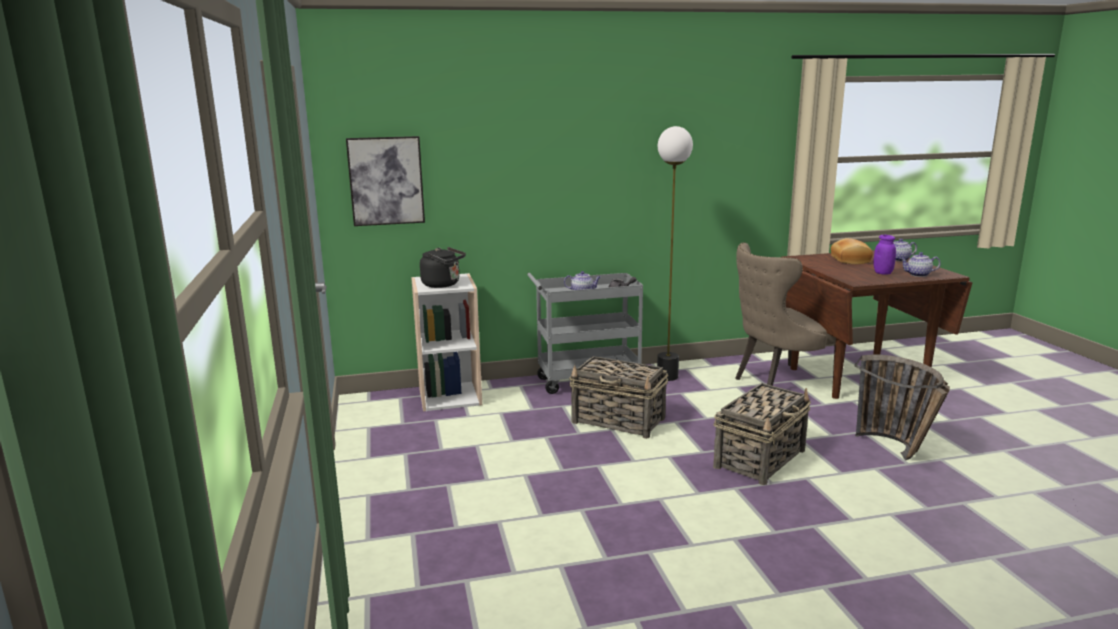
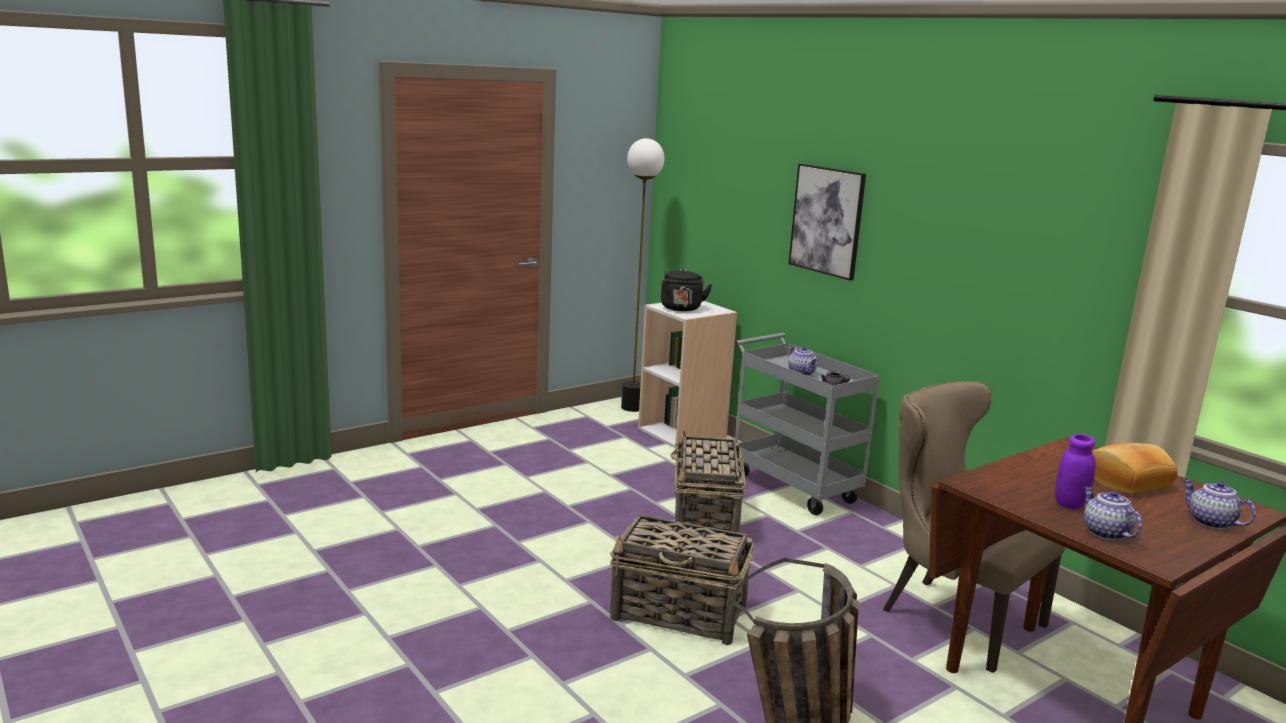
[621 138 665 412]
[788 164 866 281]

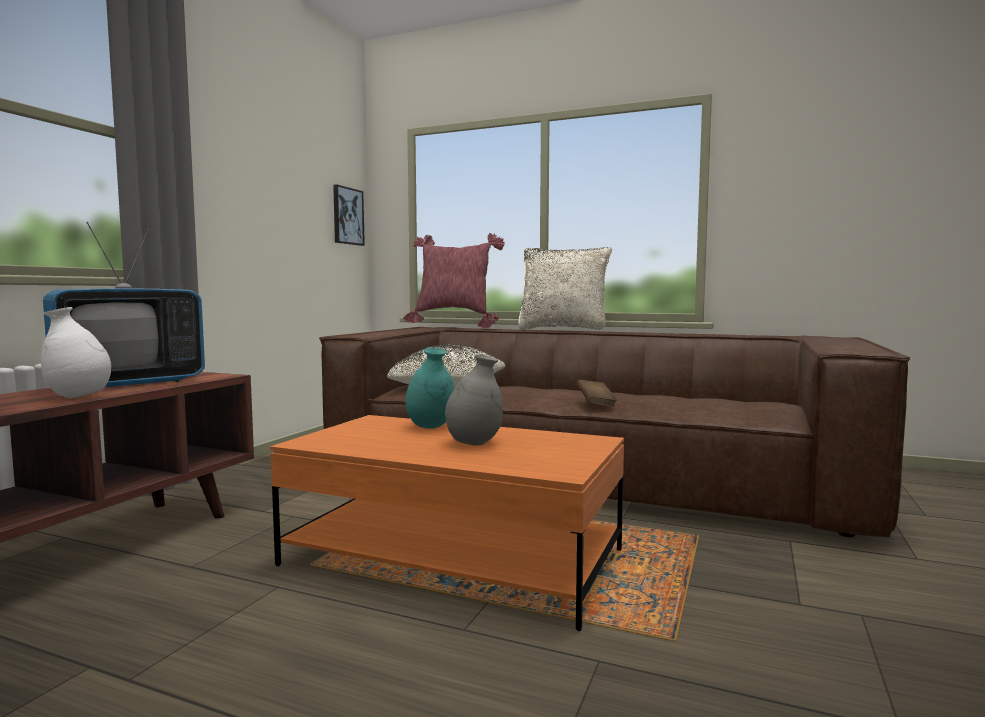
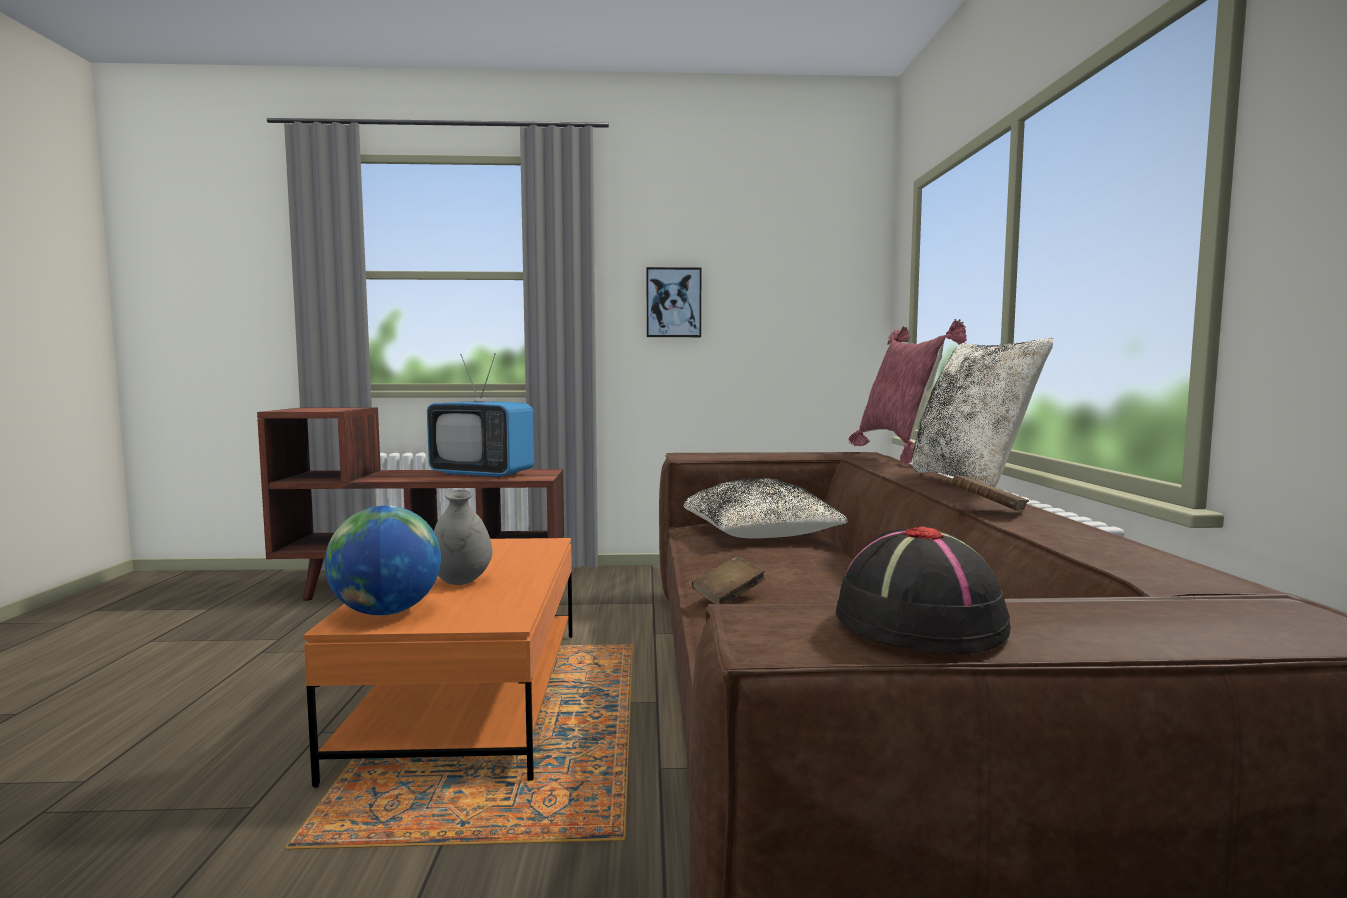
[325 506 441 616]
[646 267 701 337]
[836 527 1011 654]
[951 475 1029 512]
[41 307 111 399] (first image)
[406 348 455 429] (first image)

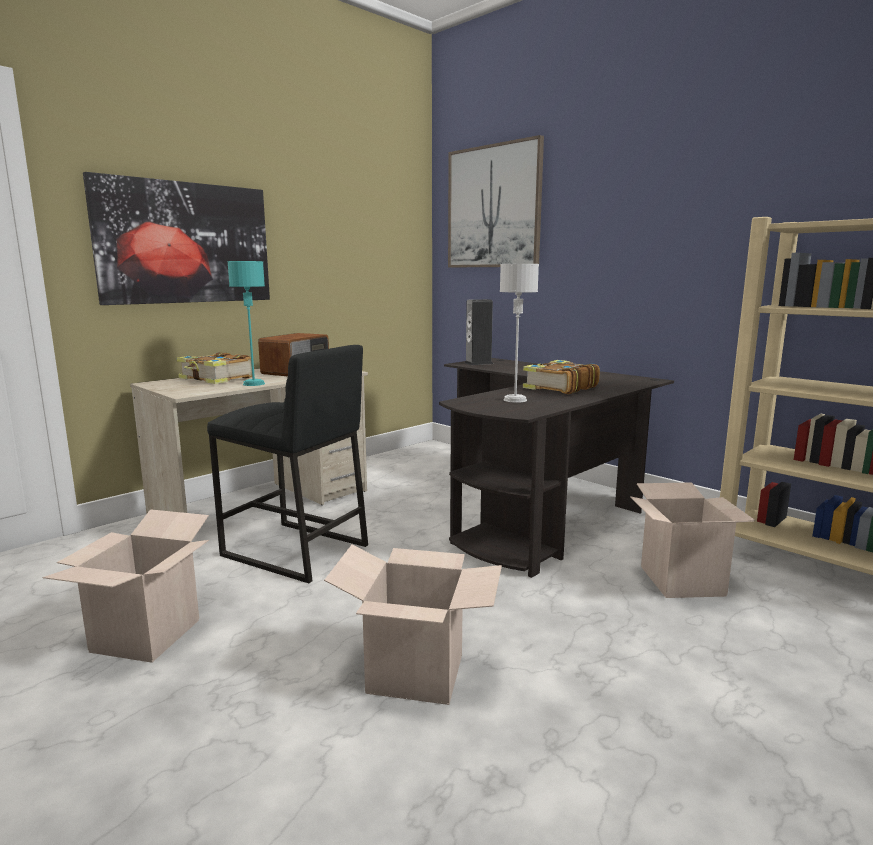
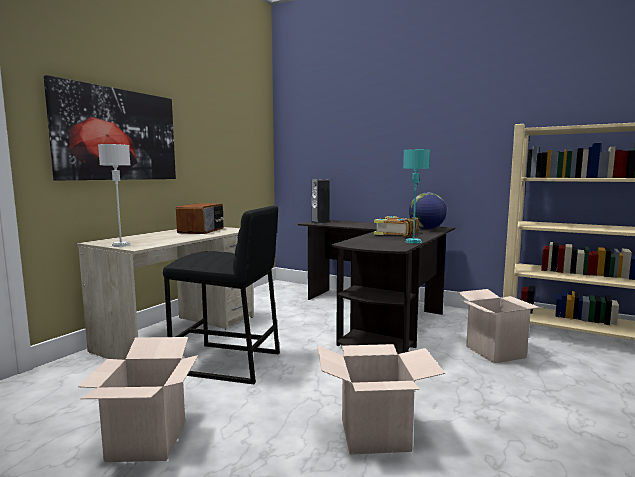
[98 144 131 247]
[403 149 430 243]
[409 193 447 229]
[177 352 254 384] (first image)
[448 135 544 267] (first image)

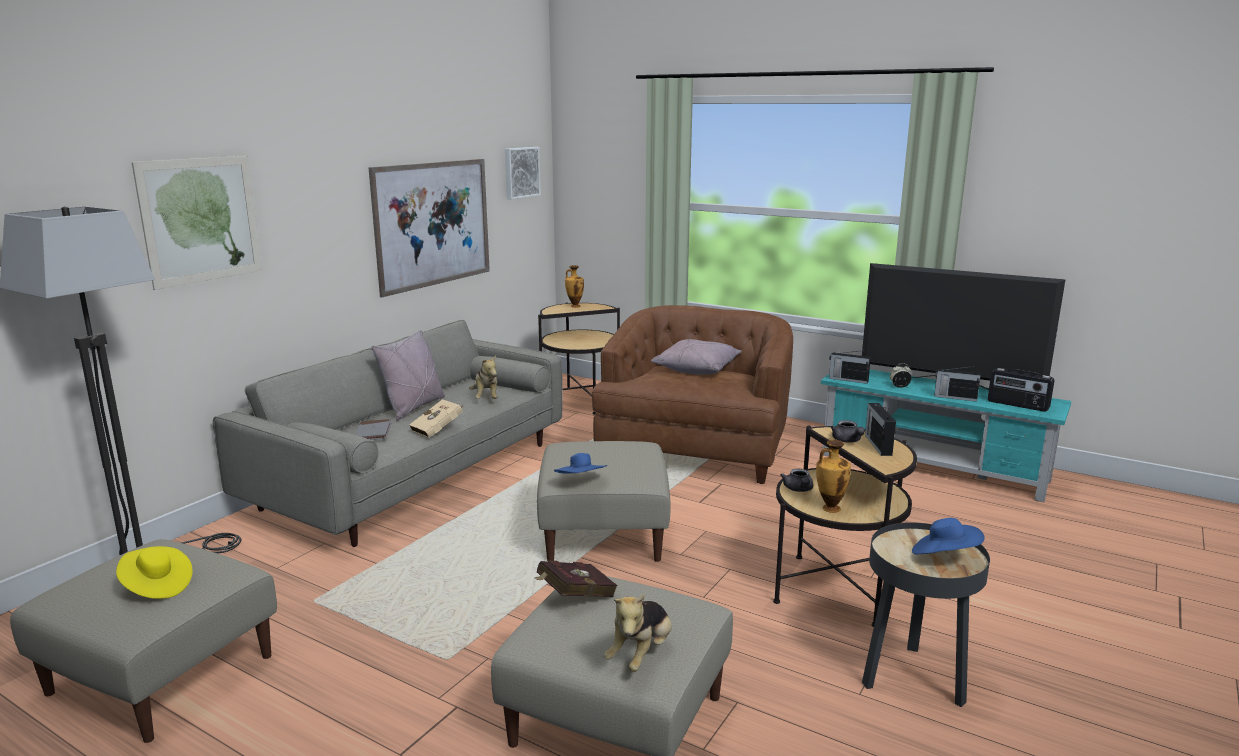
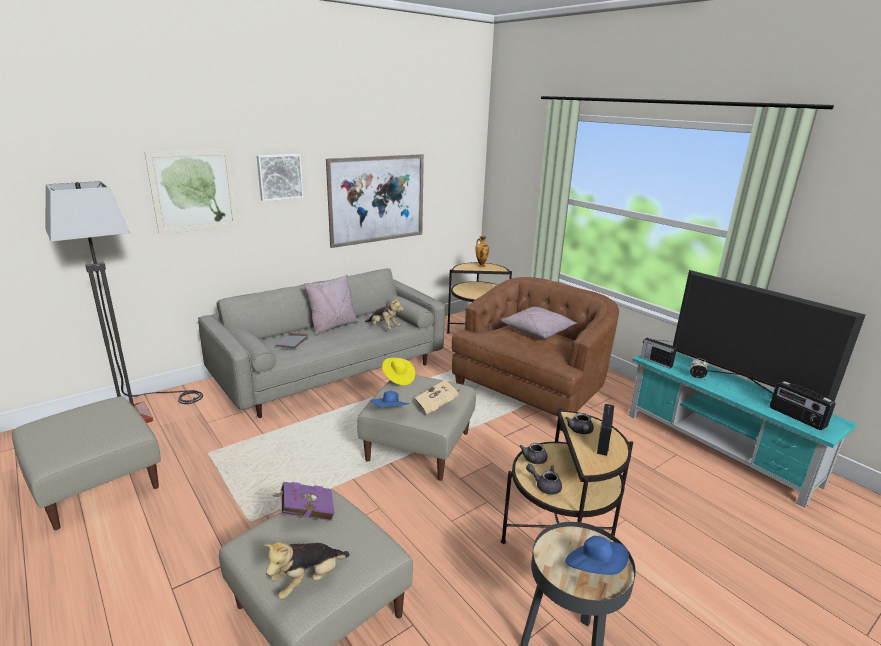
[257 154 304 201]
[273 482 335 521]
[365 297 404 329]
[382 358 415 386]
[415 380 460 414]
[526 464 562 495]
[934 366 981 402] (first image)

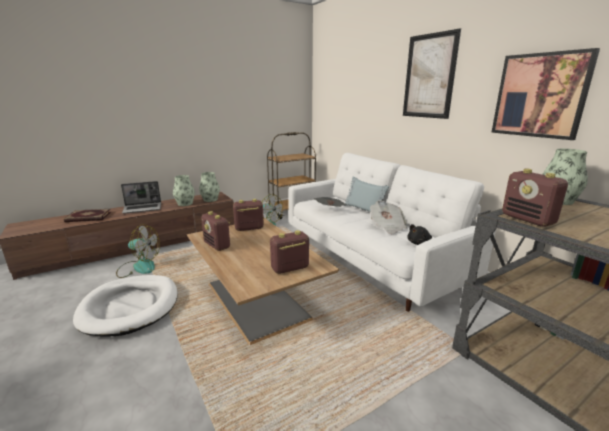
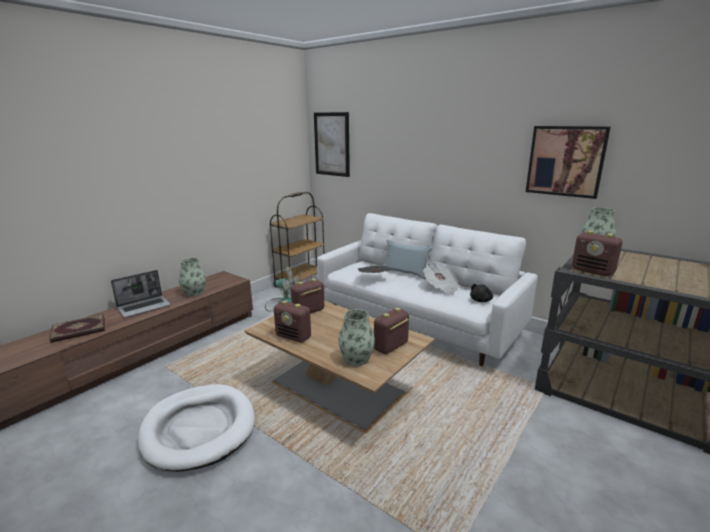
[314 112 350 177]
[338 309 375 366]
[116 224 160 278] (first image)

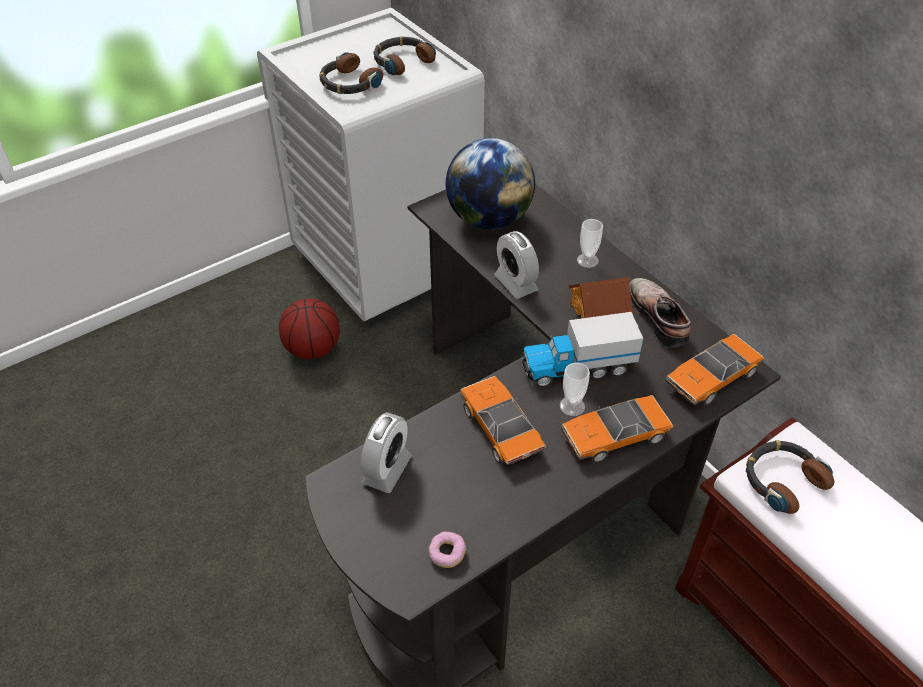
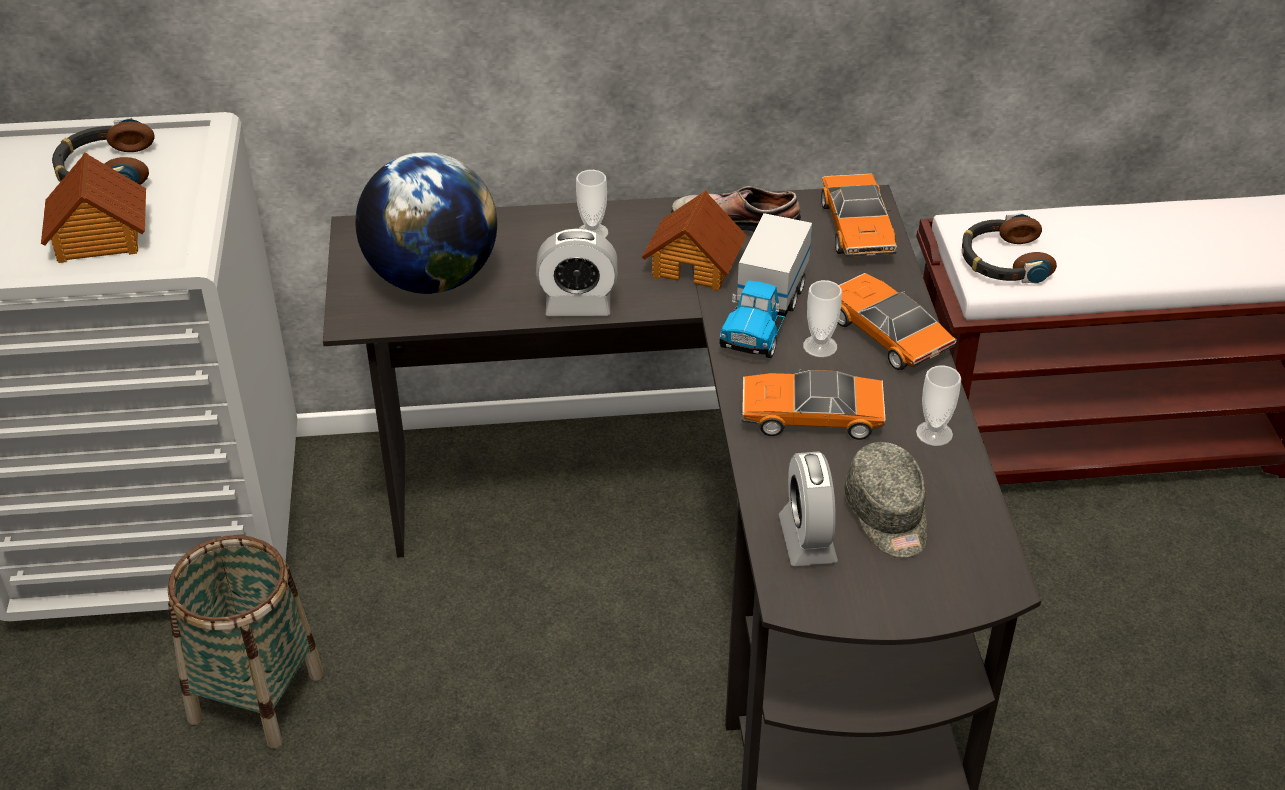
[41 152 146 263]
[167 535 324 749]
[779 451 838 566]
[838 273 957 370]
[844 442 927 558]
[916 365 961 446]
[428 532 466 568] (first image)

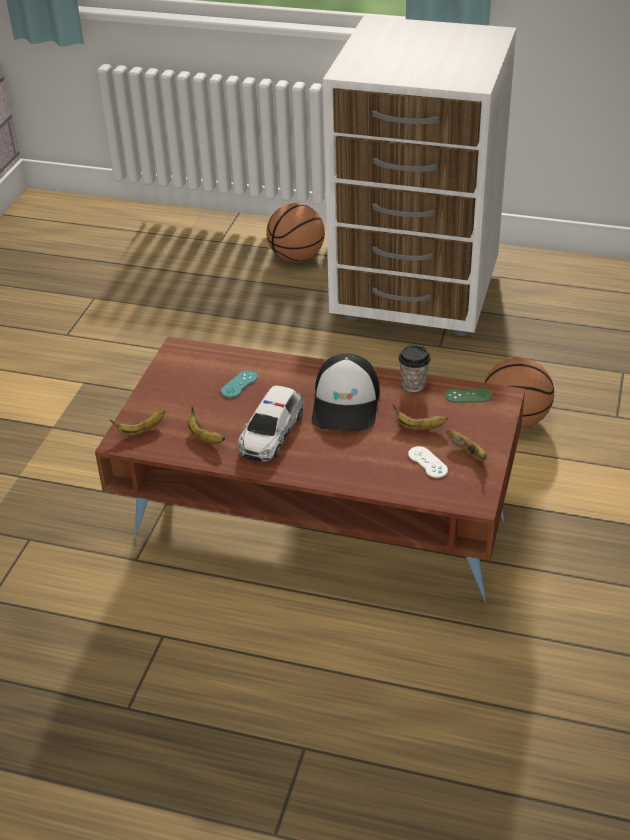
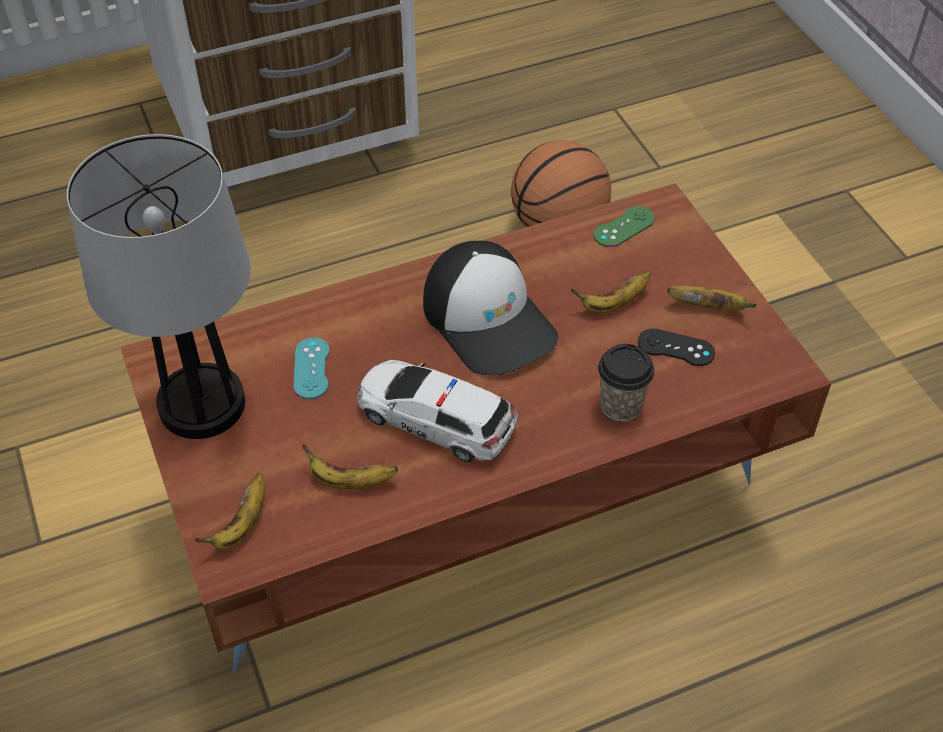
[67 134 251 439]
[357 360 518 462]
[598 344 654 421]
[638 328 715 366]
[266 203 325 262] (first image)

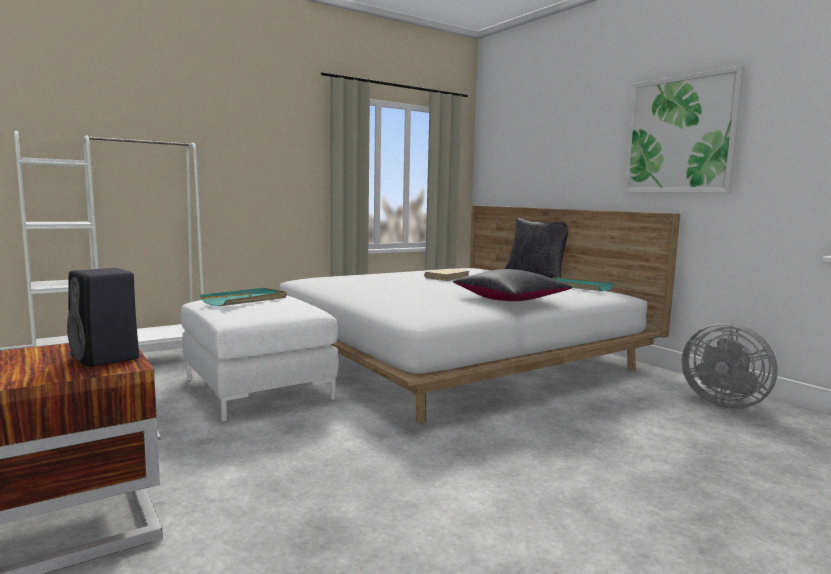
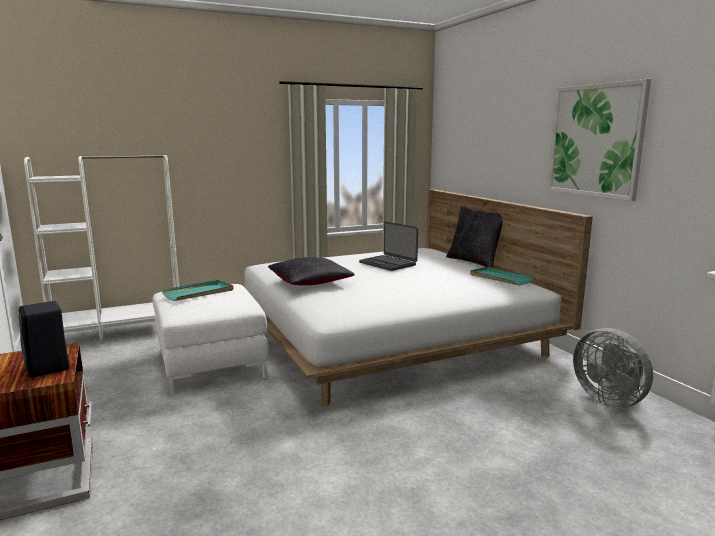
[268 257 355 285]
[359 221 418 271]

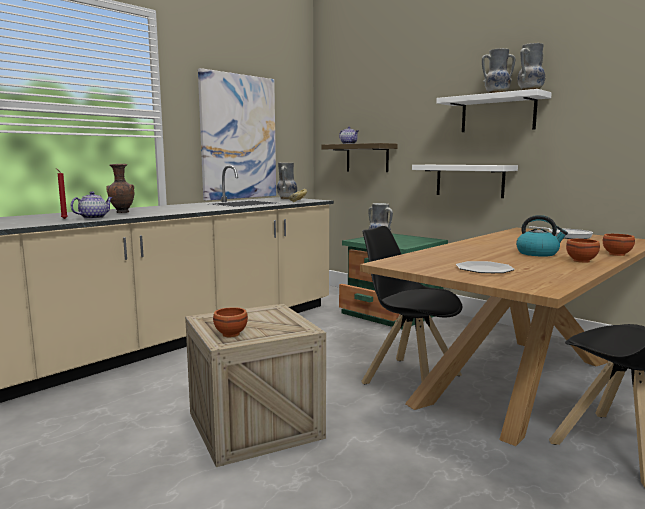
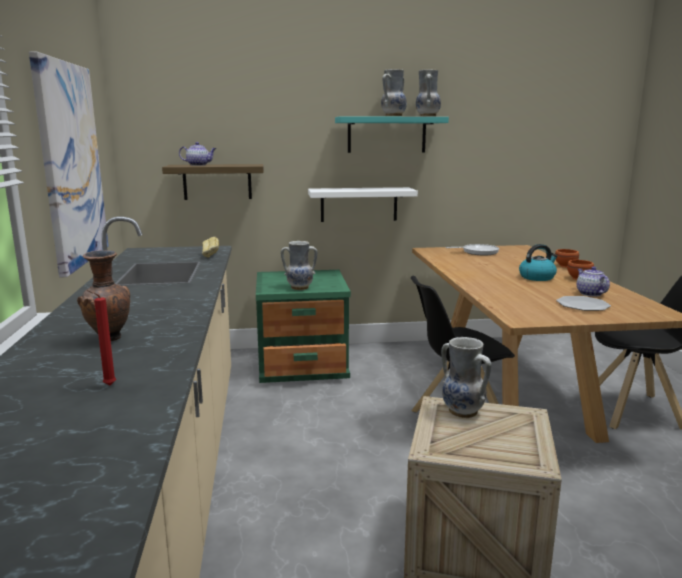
[335 116 449 153]
[441 337 491 418]
[577 267 610 296]
[213 307 248 337] (first image)

